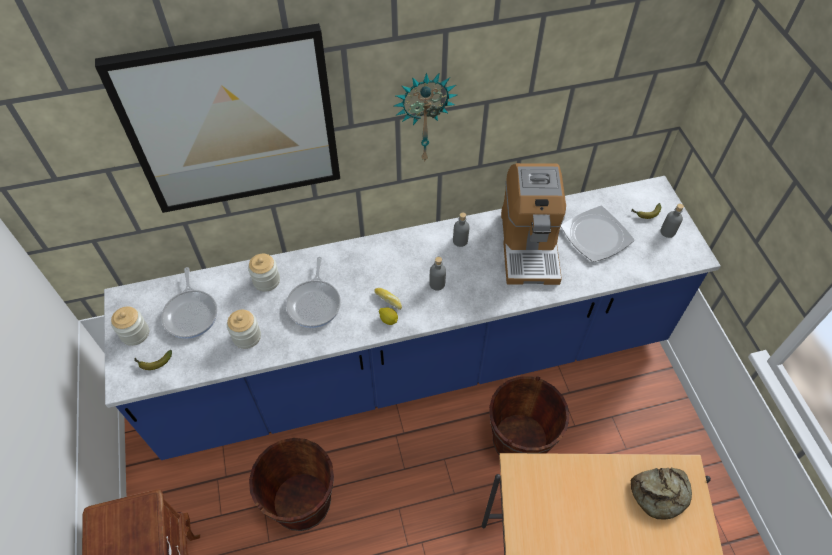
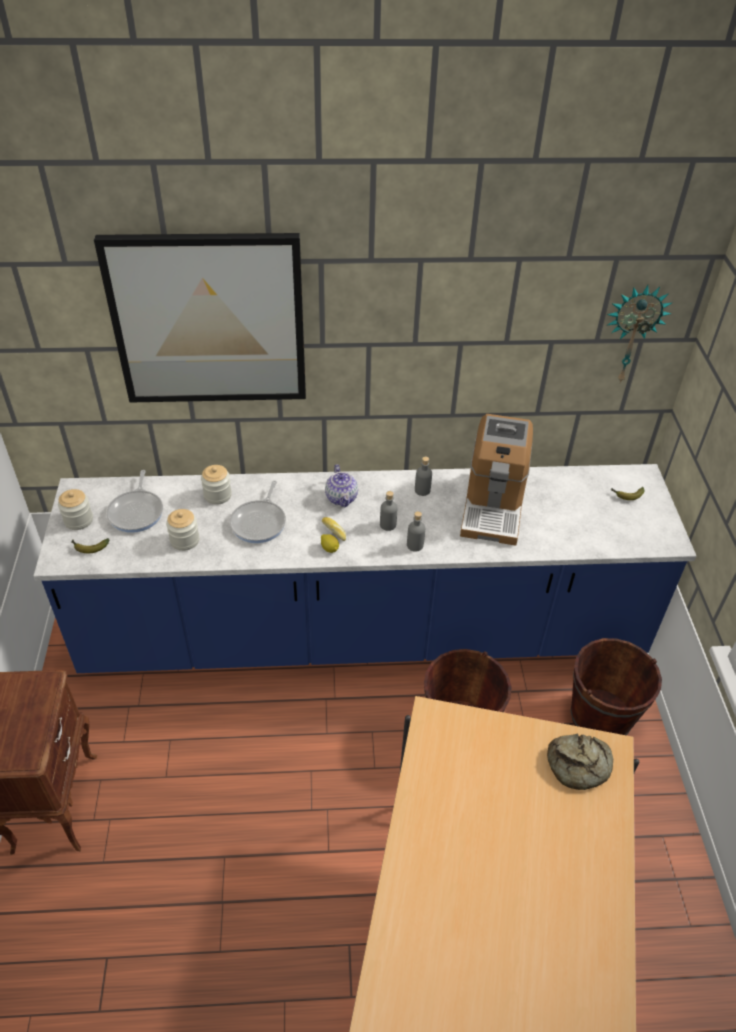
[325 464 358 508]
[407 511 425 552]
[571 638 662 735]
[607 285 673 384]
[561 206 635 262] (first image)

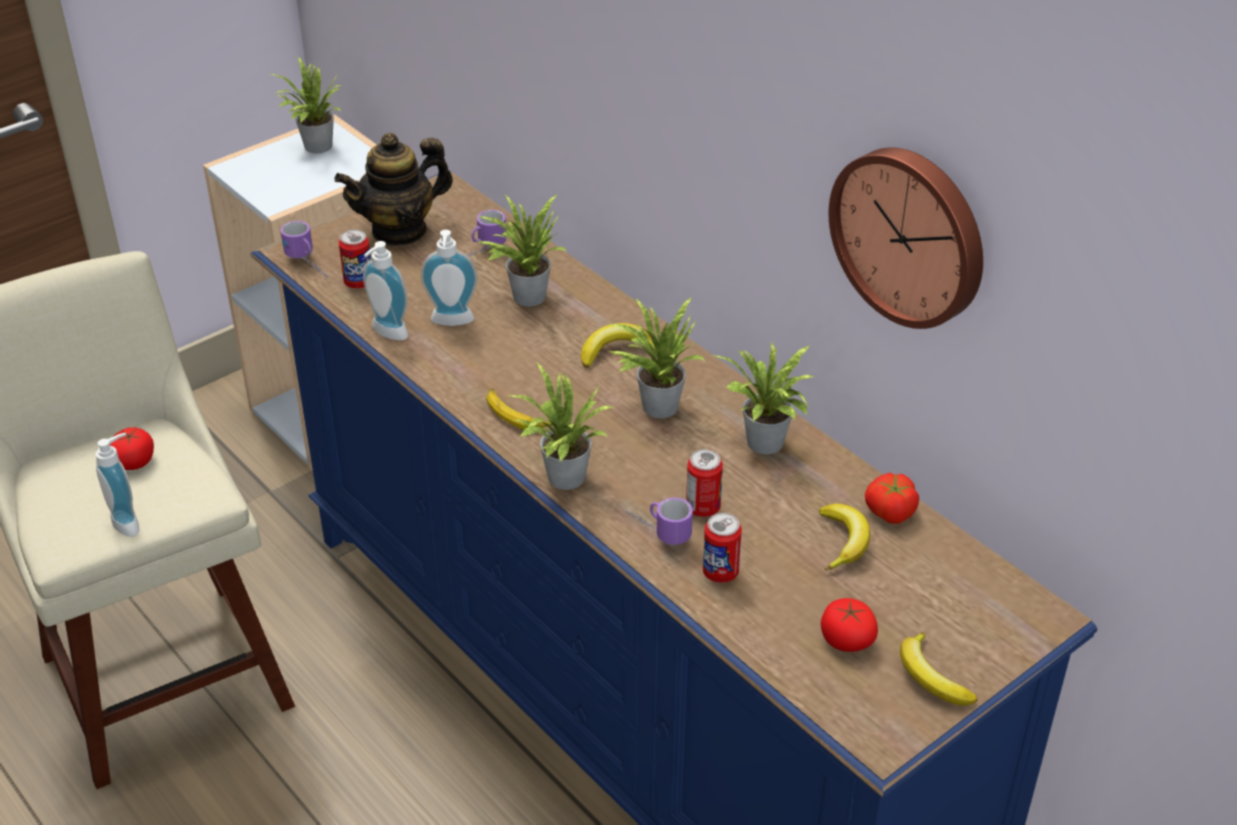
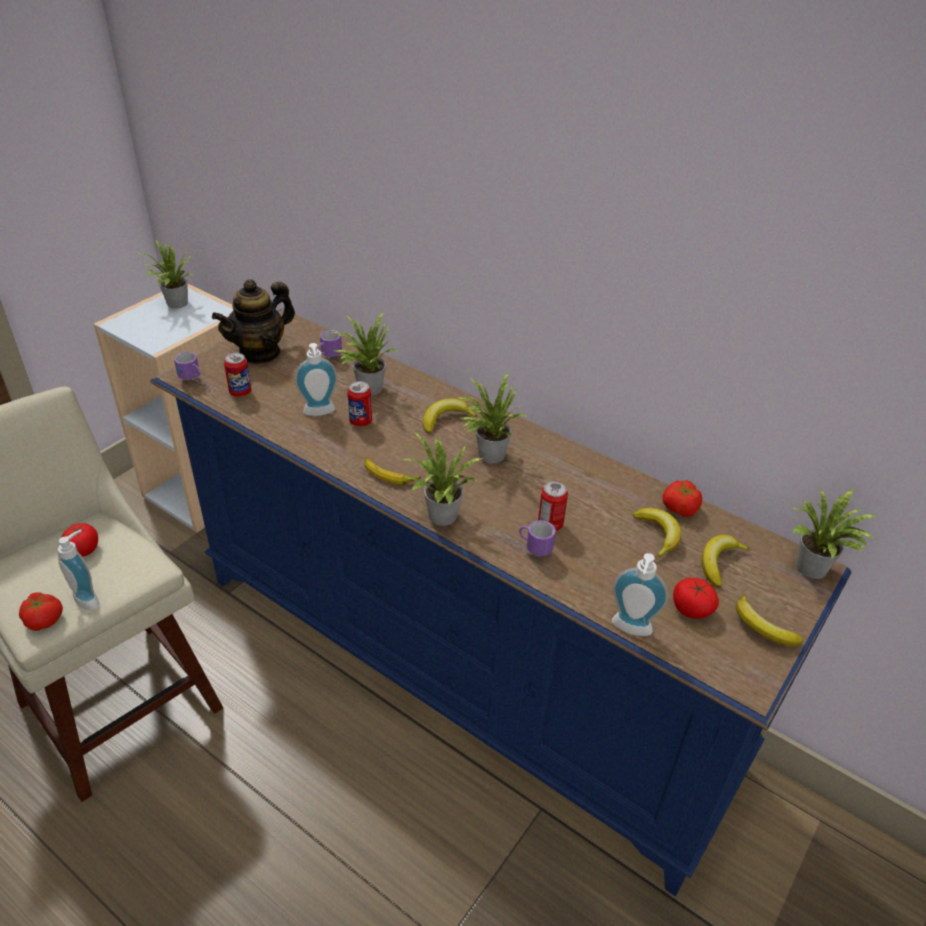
[19 592 63 631]
[347 381 372 427]
[612 553 669 636]
[702 534 751 588]
[789 488 878 579]
[829 147 983 329] (first image)

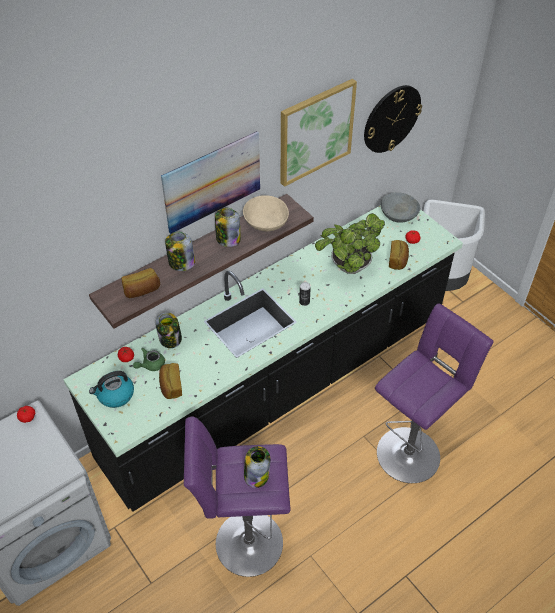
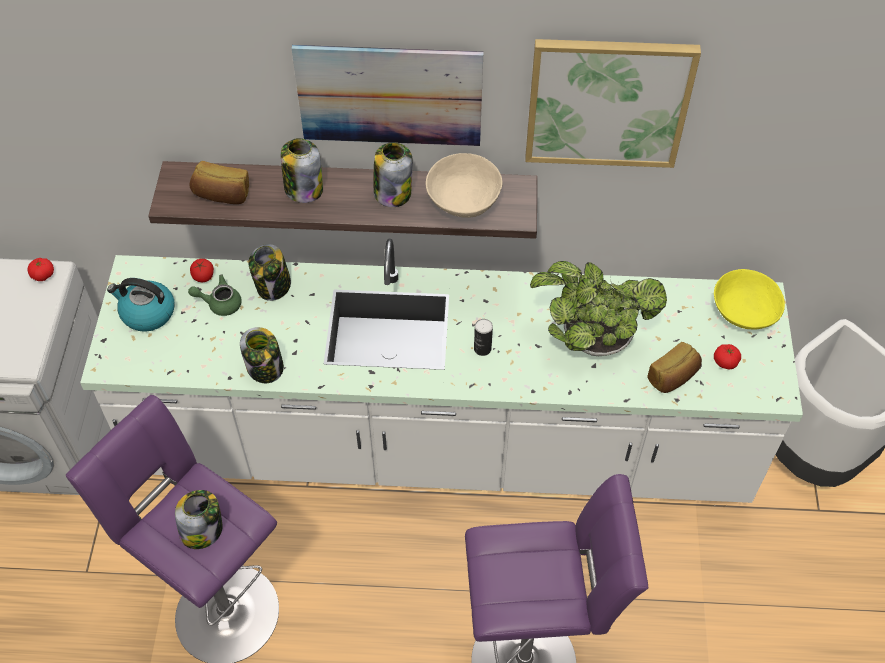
[80 238 803 503]
[240 327 284 383]
[714 269 785 329]
[159 363 182 399] (first image)
[364 85 422 153] (first image)

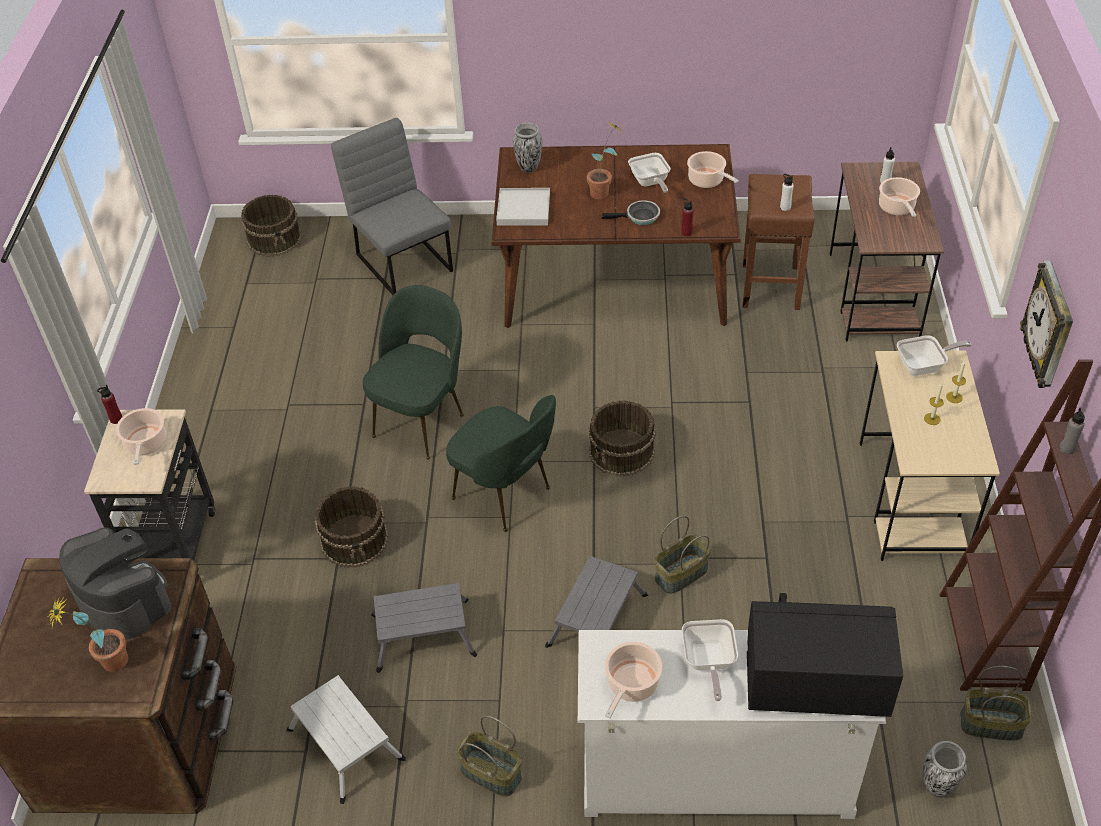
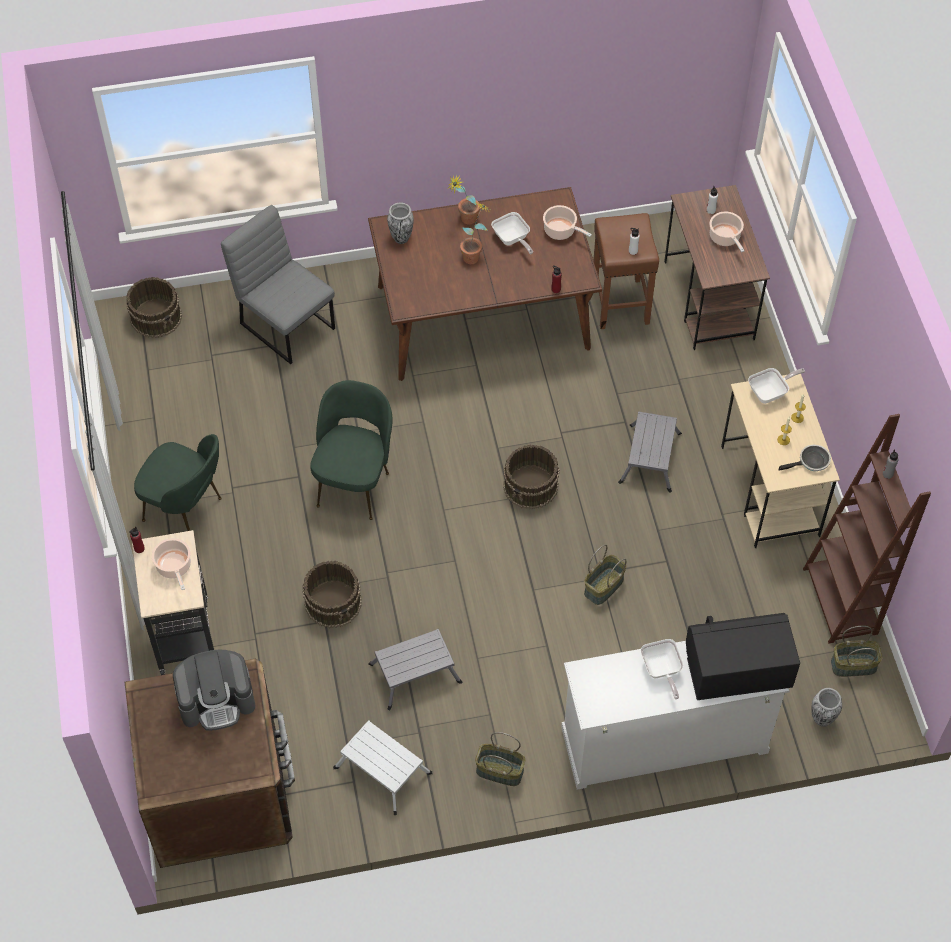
[134 434 222 531]
[173 650 255 731]
[447 175 480 224]
[618 411 682 492]
[779 445 831 471]
[496 188 550 226] (first image)
[605 642 662 718] (first image)
[1020 260 1073 388] (first image)

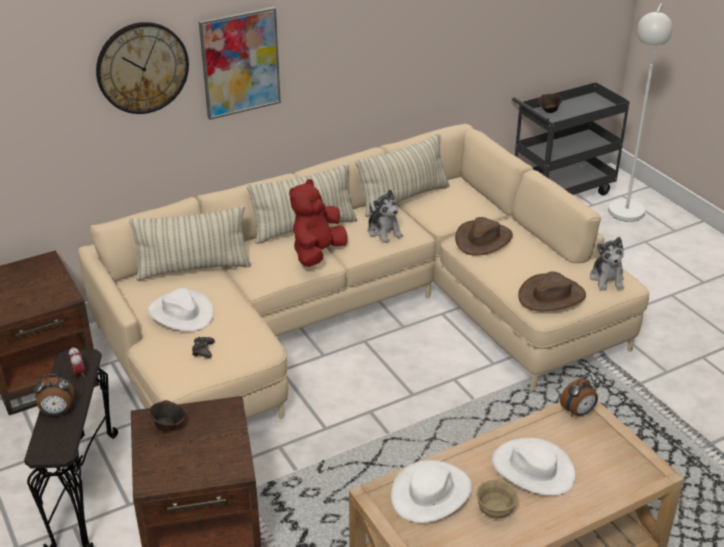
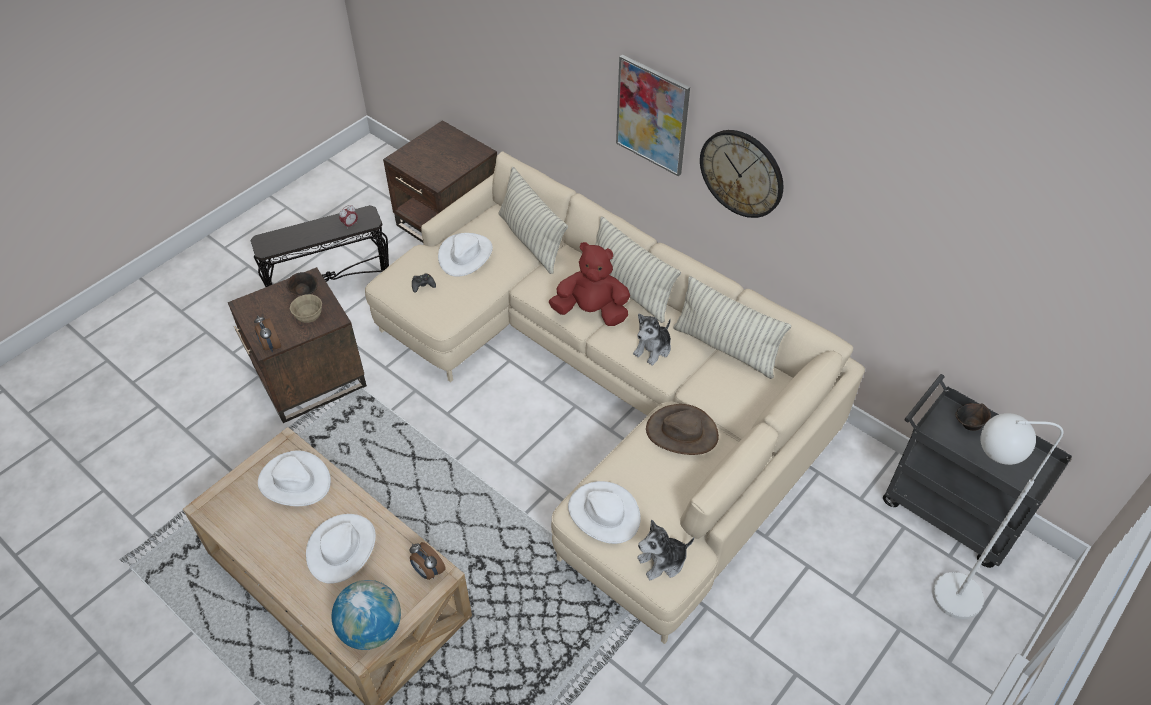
[254 315 281 352]
[290 294 322 323]
[332 580 401 650]
[568 481 641 544]
[700 130 783 218]

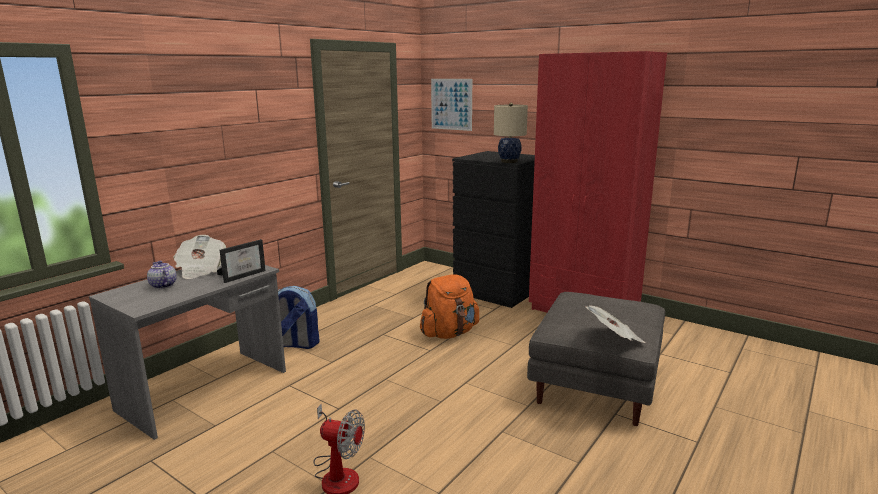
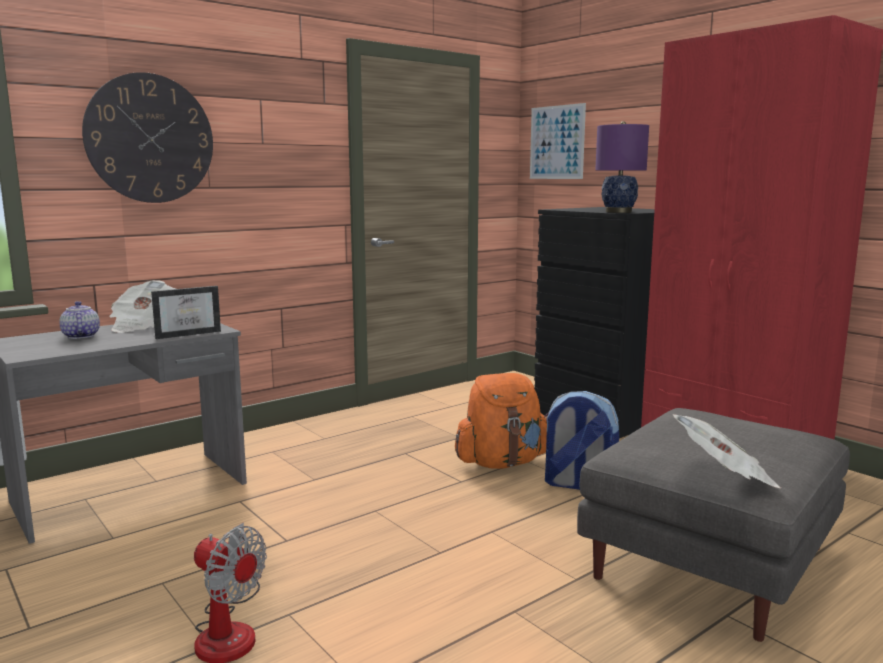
[82 72 213 203]
[544 391 619 490]
[595 121 649 213]

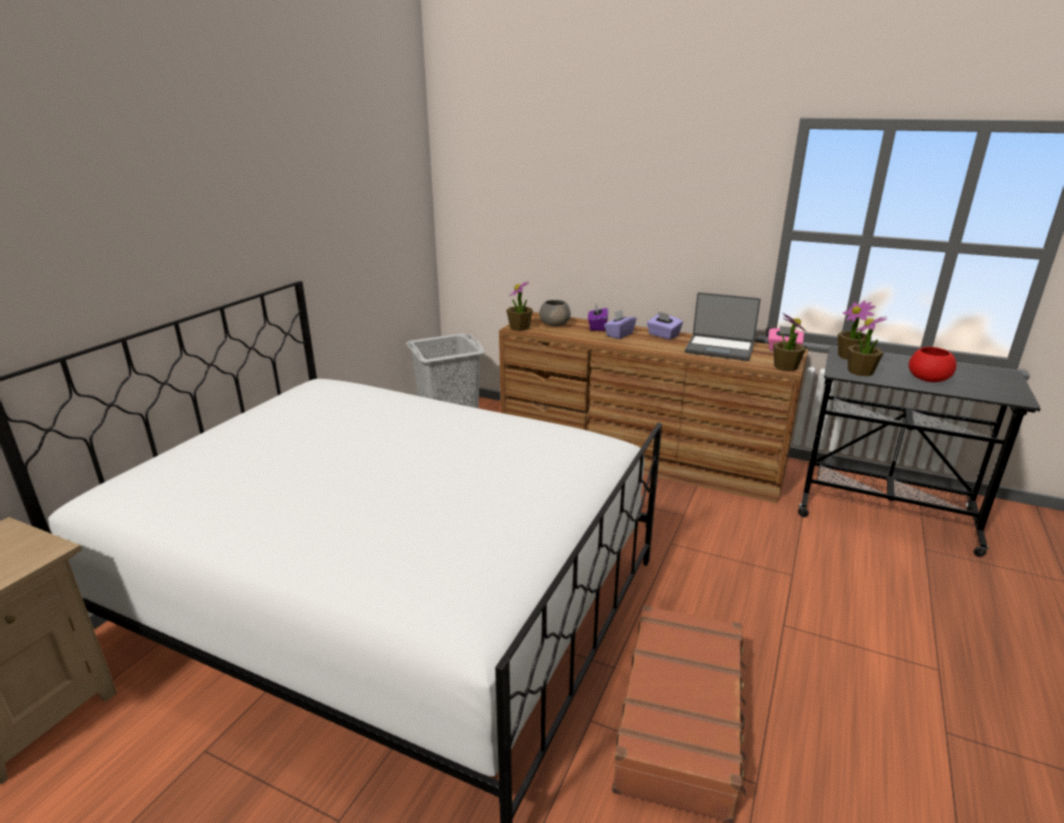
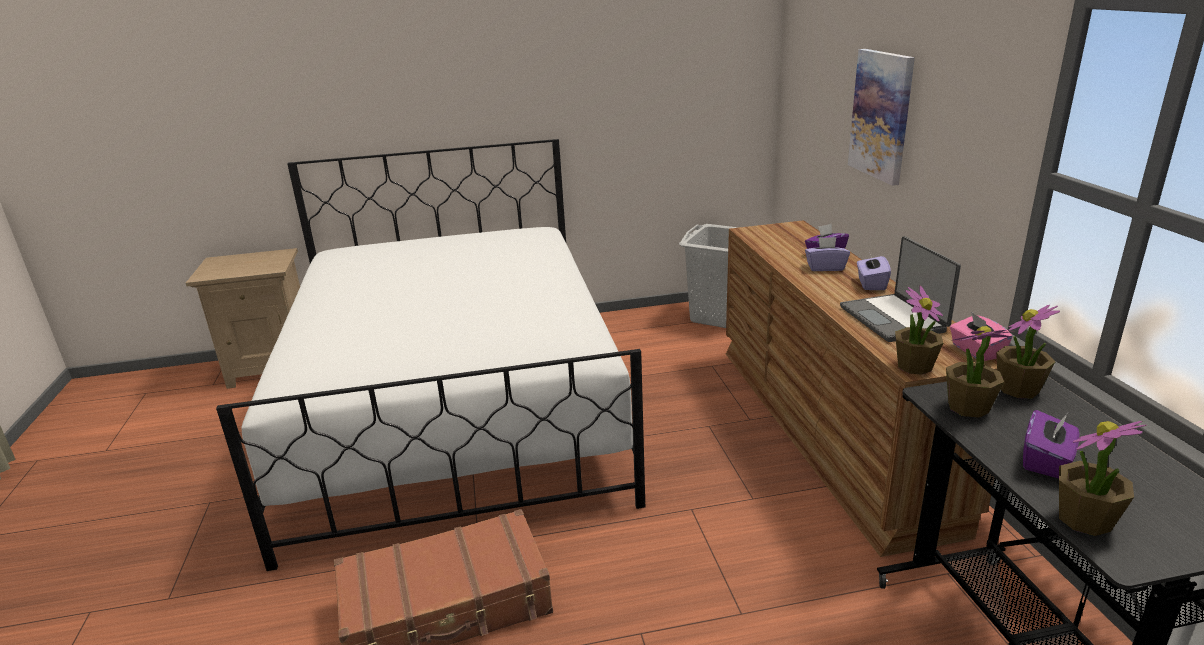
[848 49 915 186]
[1023 410 1079 478]
[1059 421 1146 536]
[539 300 571 327] (first image)

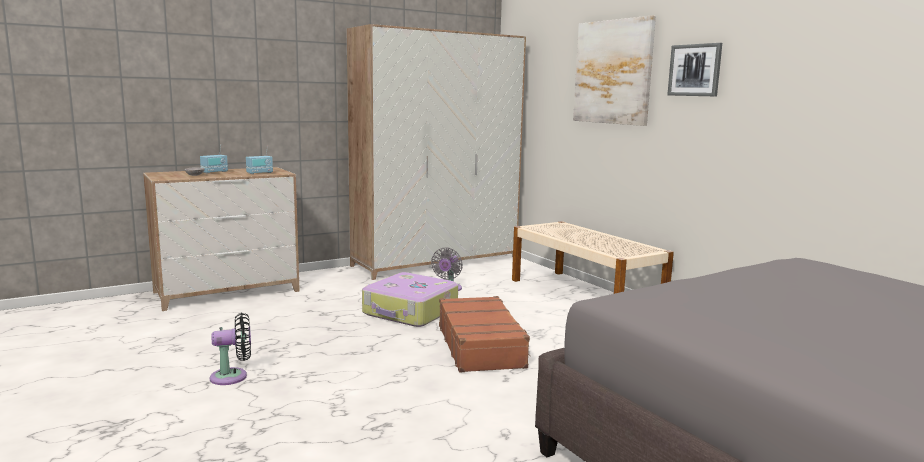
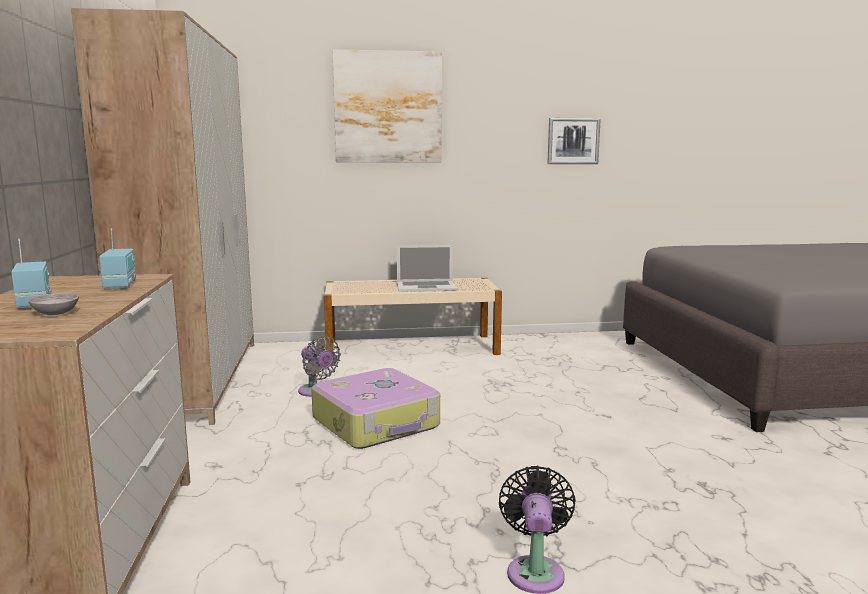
[397 245 457 292]
[547 118 601 164]
[439 296 530 373] (first image)

